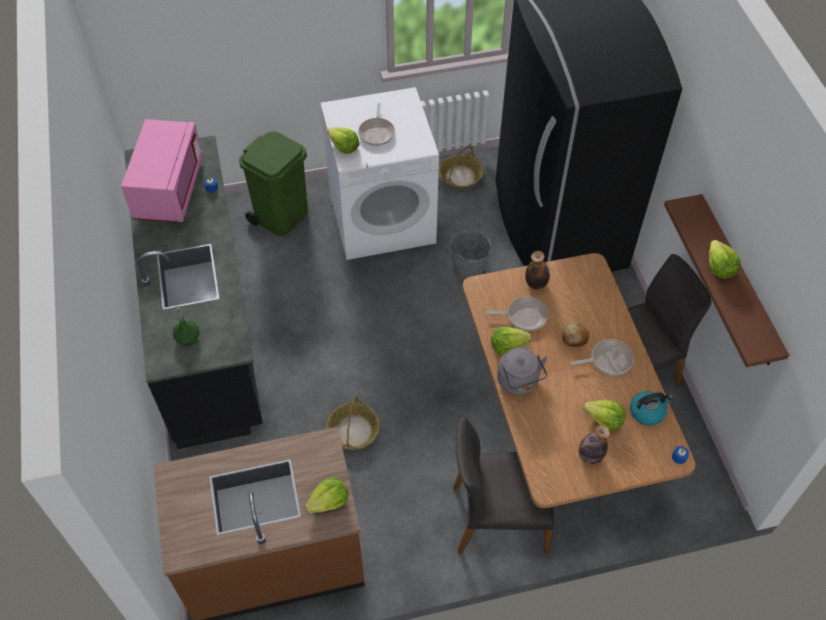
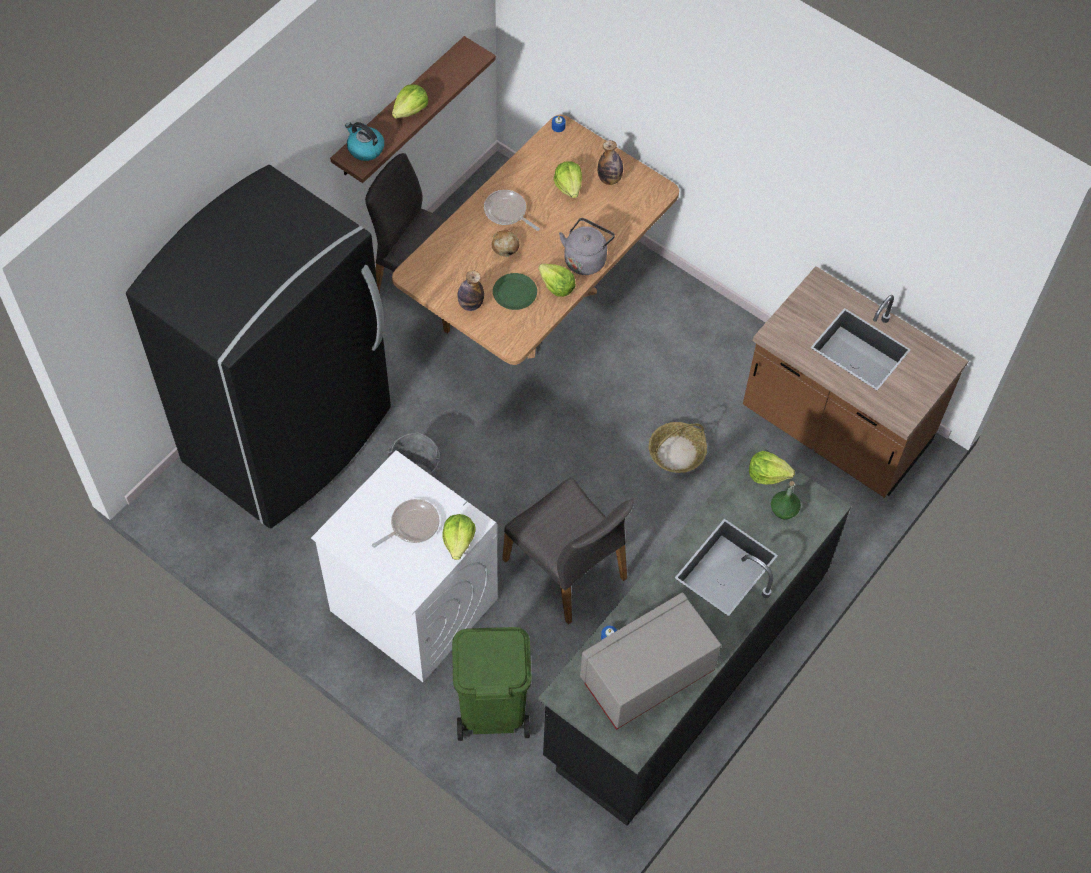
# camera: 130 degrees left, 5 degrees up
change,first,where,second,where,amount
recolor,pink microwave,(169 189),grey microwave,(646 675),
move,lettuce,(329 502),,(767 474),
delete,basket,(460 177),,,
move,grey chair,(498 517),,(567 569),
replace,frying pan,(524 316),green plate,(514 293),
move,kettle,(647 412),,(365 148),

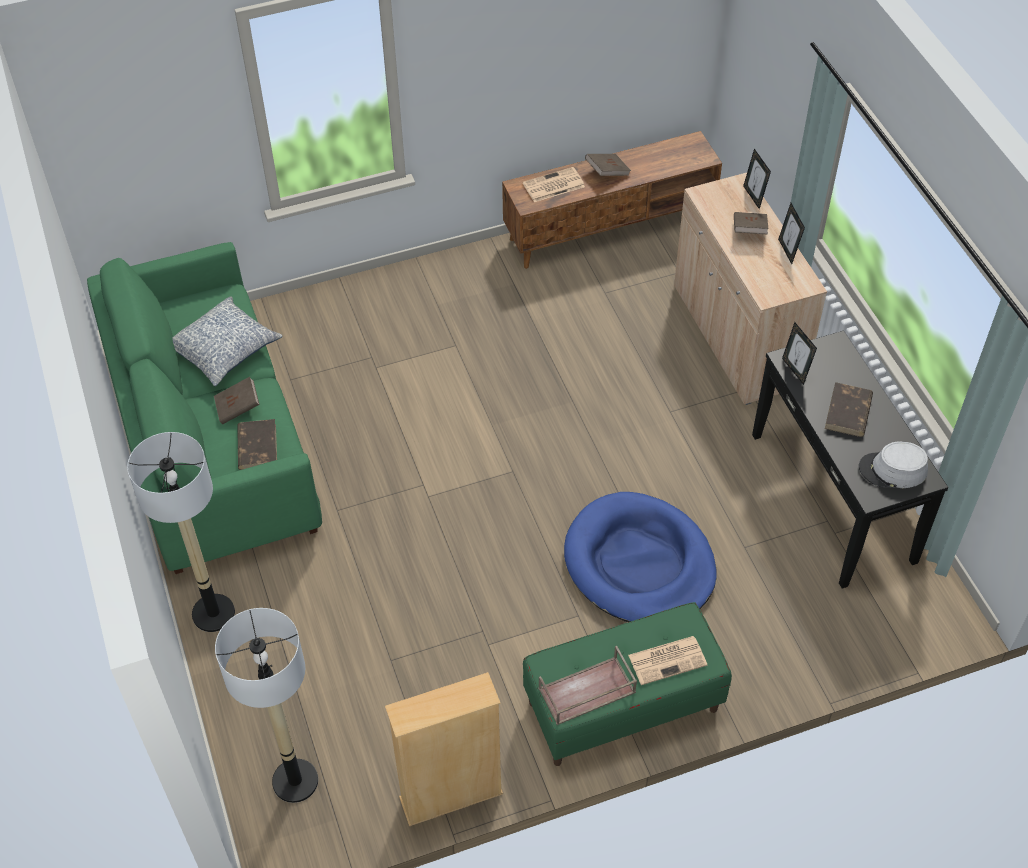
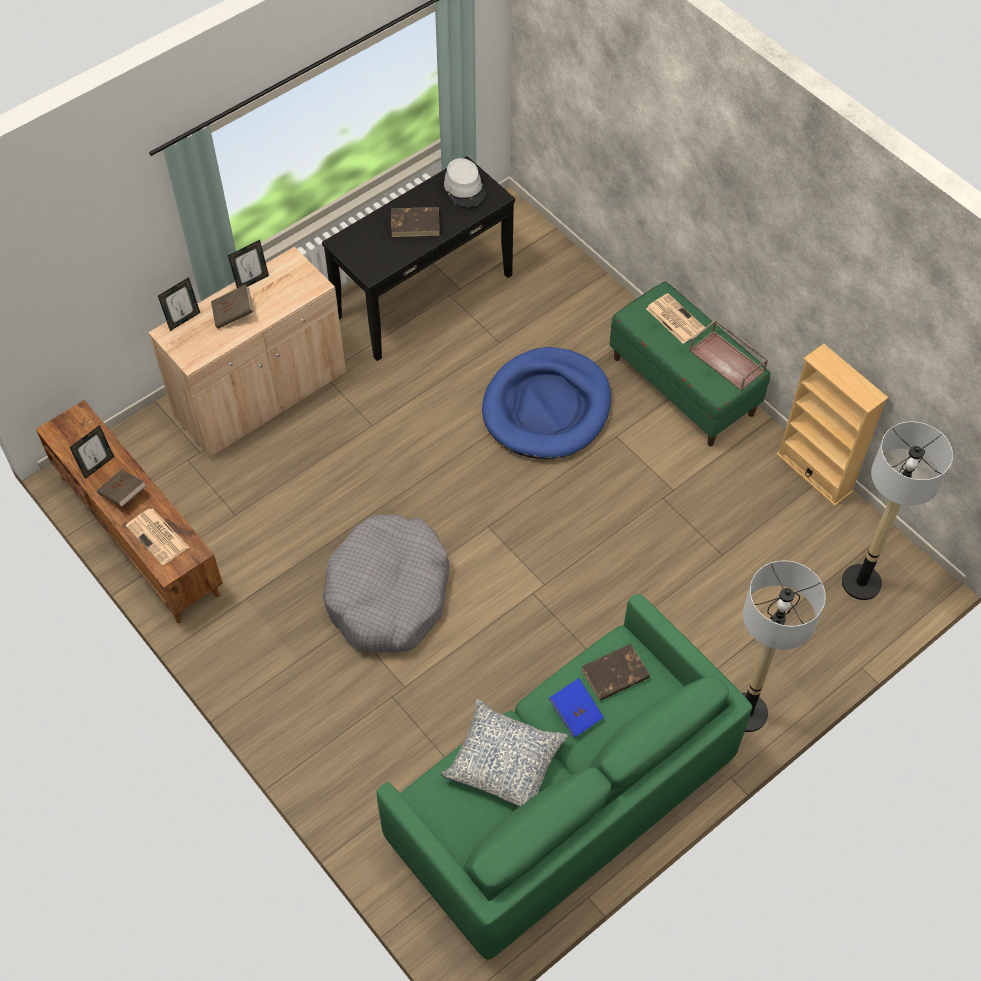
# camera: 110 degrees left, 5 degrees up
change,first,where,second,where,amount
recolor,brown book,(238 408),blue book,(576 713),
move,picture frame,(795 370),,(97 466),
insert,,,grey dog bed,(388 594),

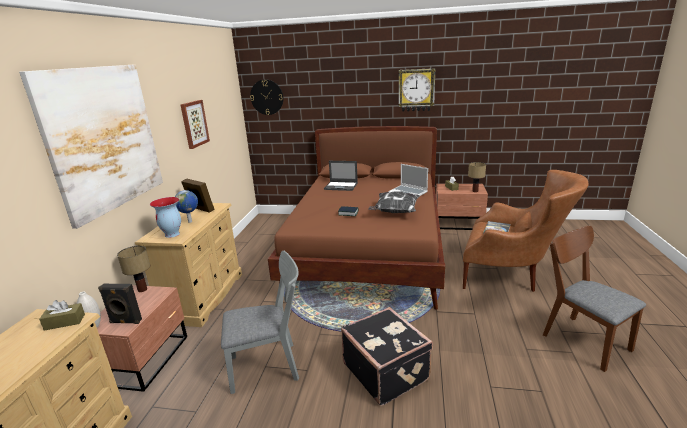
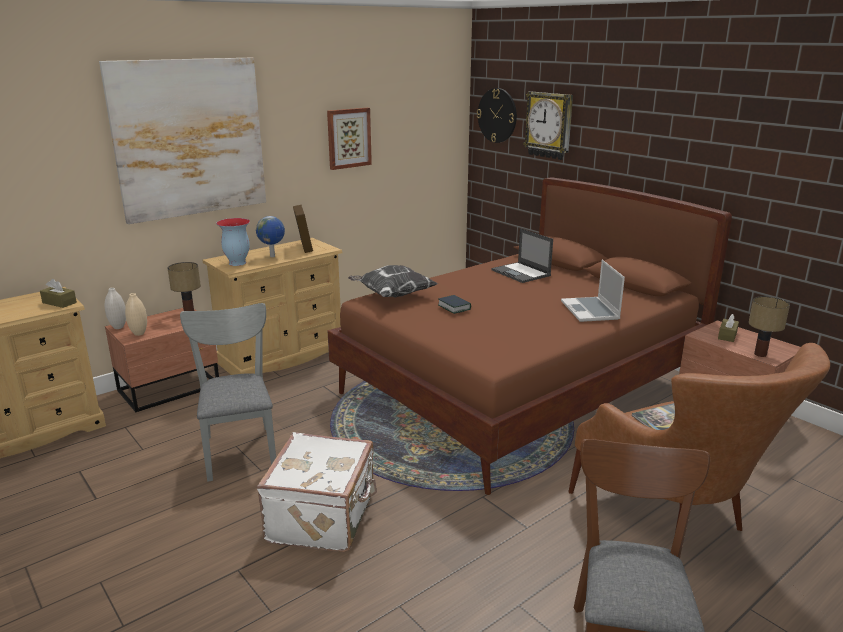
# camera: 40 degrees right, 0 degrees up
change,first,where,second,where,amount
replace,black speaker,(125 322),beige vase,(139 333),
rotate,grey chair,(270 366),,(239 448),135 degrees counterclockwise
recolor,black suitcase,(386 371),white suitcase,(324 517),
move,pillow,(395 212),,(392 295),
move,wall clock,(416 90),,(549 125),

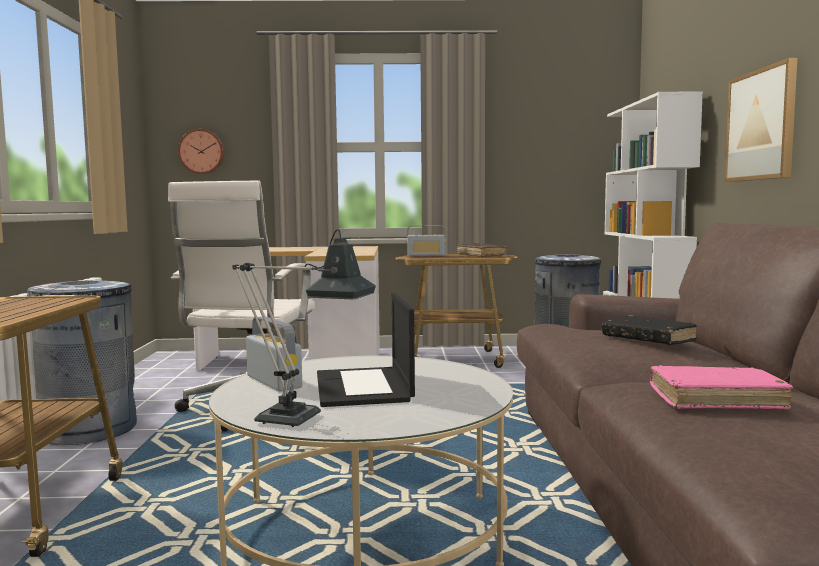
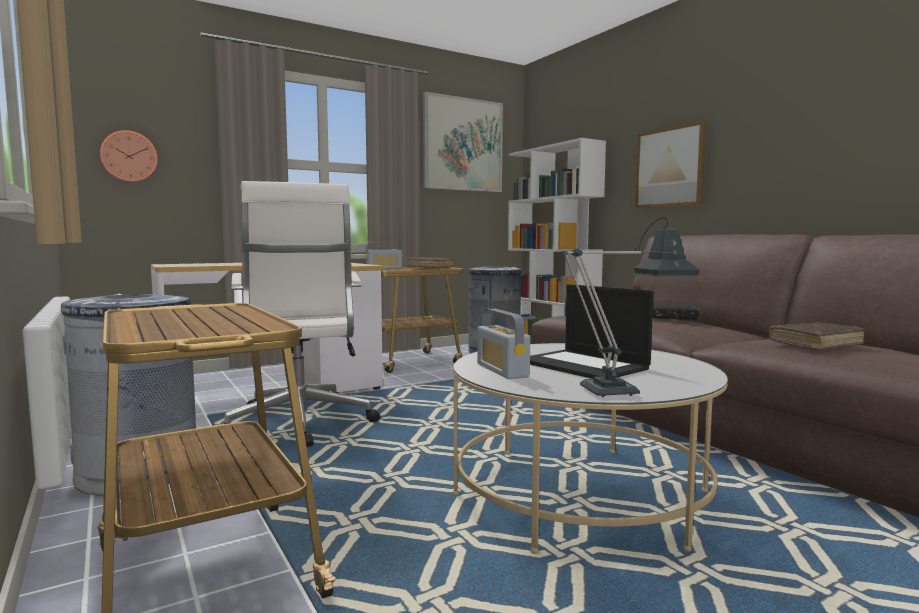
# camera: 30 degrees left, 0 degrees up
change,first,where,second,where,amount
rotate,radio,(273 382),,(502 370),135 degrees counterclockwise
recolor,pink book,(716 400),brown book,(815 344),
insert,,,picture,(463 144),

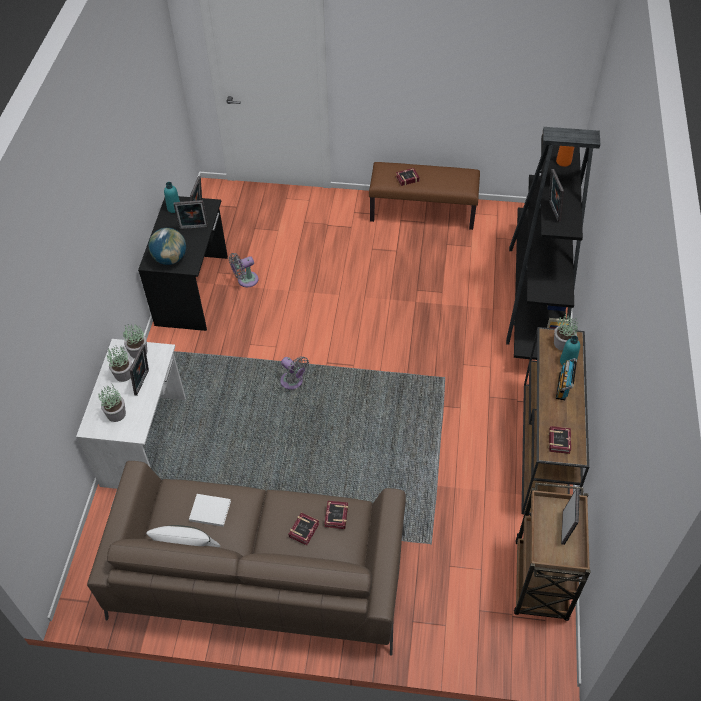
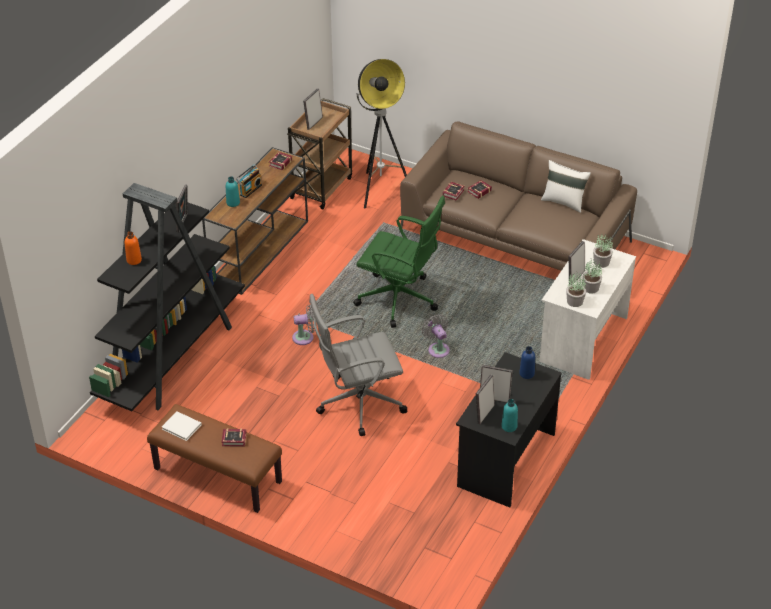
# camera: 160 degrees left, 10 degrees down
change,first,where,second,where,amount
replace,globe,(170 259),blue bottle,(527 374),
move,white book,(209 510),,(182 427),
move,grey fan,(245 280),,(305 337),
delete,potted plant,(562 343),,,
insert,,,grey office chair,(358 403),
insert,,,green office chair,(400 300),
insert,,,floor lamp,(380 190),

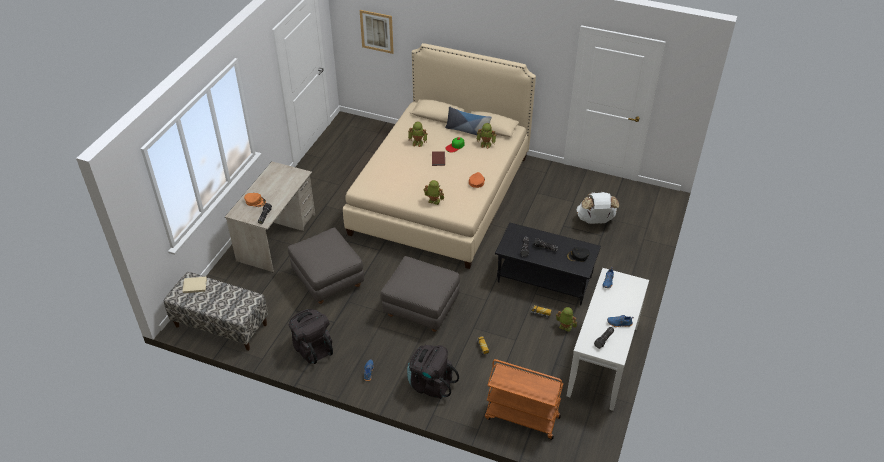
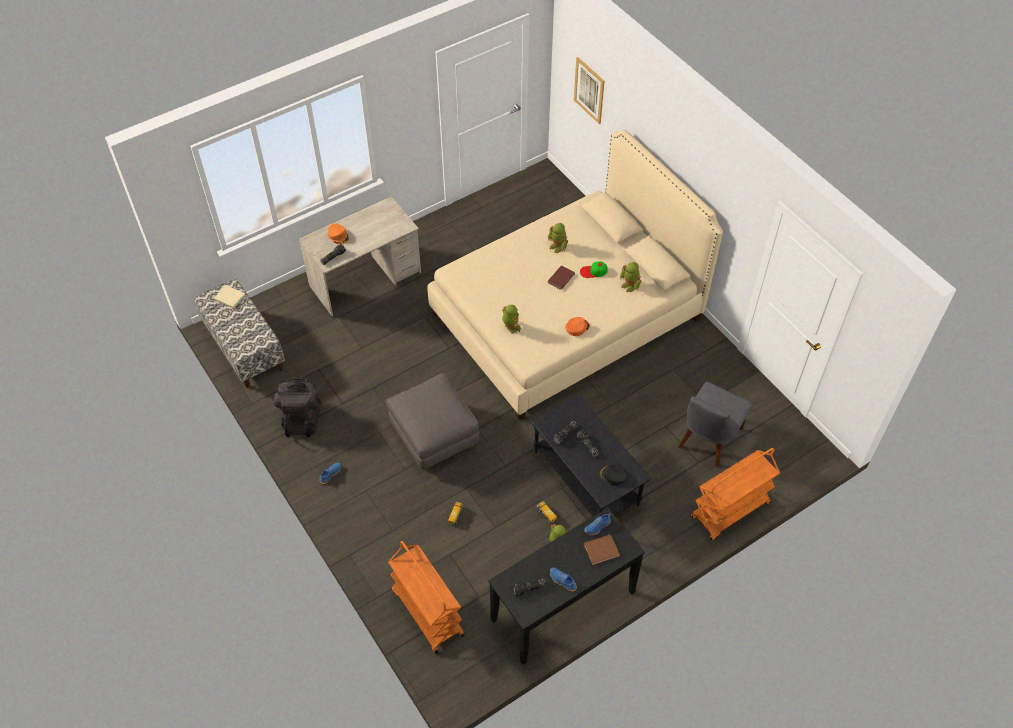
# camera: 35 degrees right, 10 degrees up
change,first,where,second,where,amount
delete,grey ottoman,(328 280),,,
delete,black backpack,(430 384),,,
delete,pillow,(468 131),,,
recolor,white console table,(603 360),black console table,(563 606),
replace,white backpack,(595 220),grey chair,(708 440),
insert,,,brown book,(602 550),
insert,,,orange cart,(730 511),

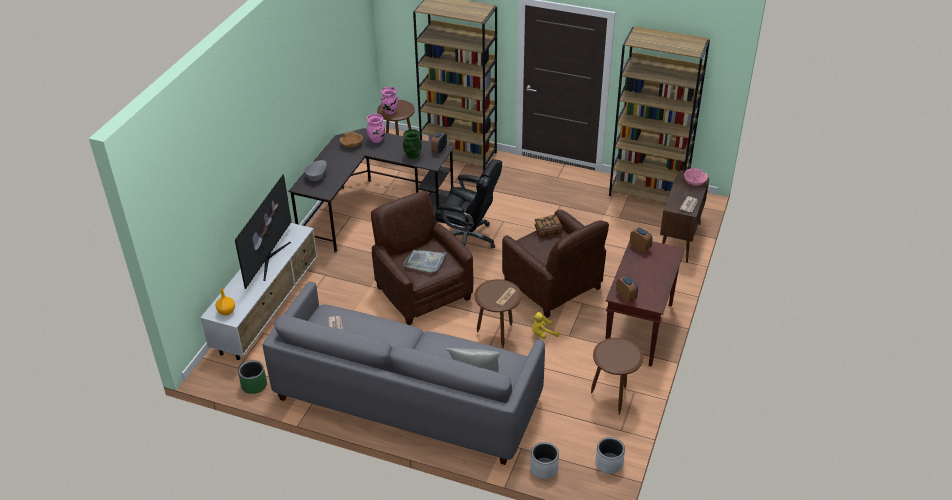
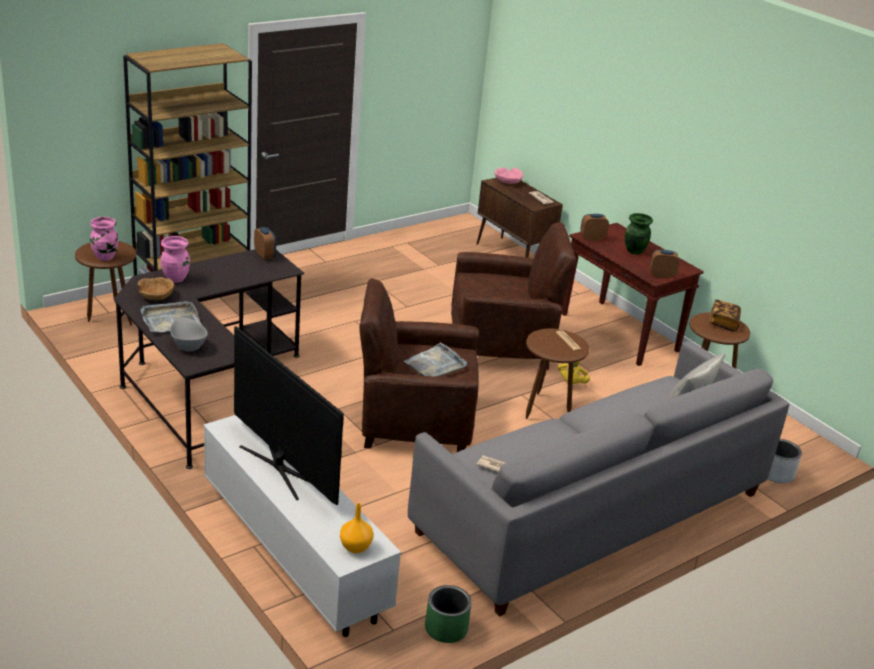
# camera: 60 degrees left, 10 degrees down
change,first,where,second,where,amount
move,green vase,(412 155),,(634 251),
delete,black office chair,(468 239),,,
move,book,(548 231),,(723 322),
delete,grey planter,(609 463),,,
delete,brown bookcase,(648 192),,,
insert,,,grey tray,(170 320),

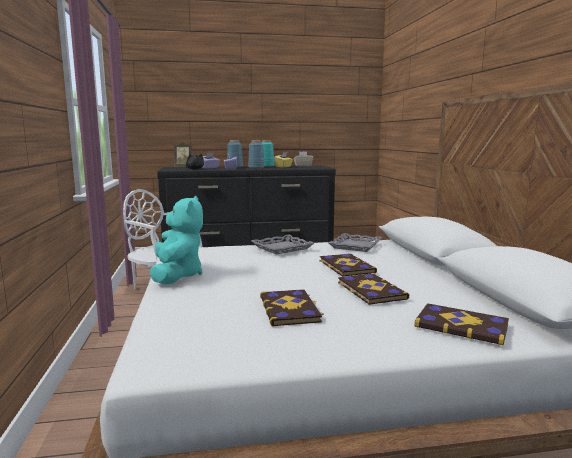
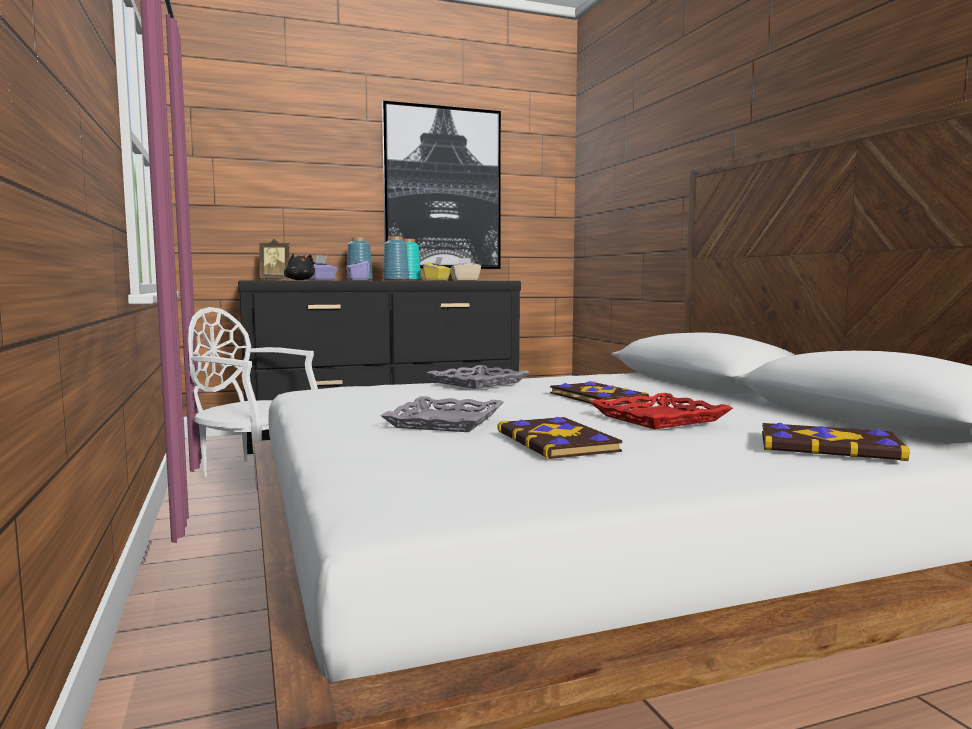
# camera: 10 degrees left, 5 degrees down
change,first,where,second,where,amount
delete,turquoise plush toy,(177 275),,,
move,grey tray,(355 246),,(444 421),
replace,book,(370 291),red tray,(659 418),
insert,,,picture,(442 189),

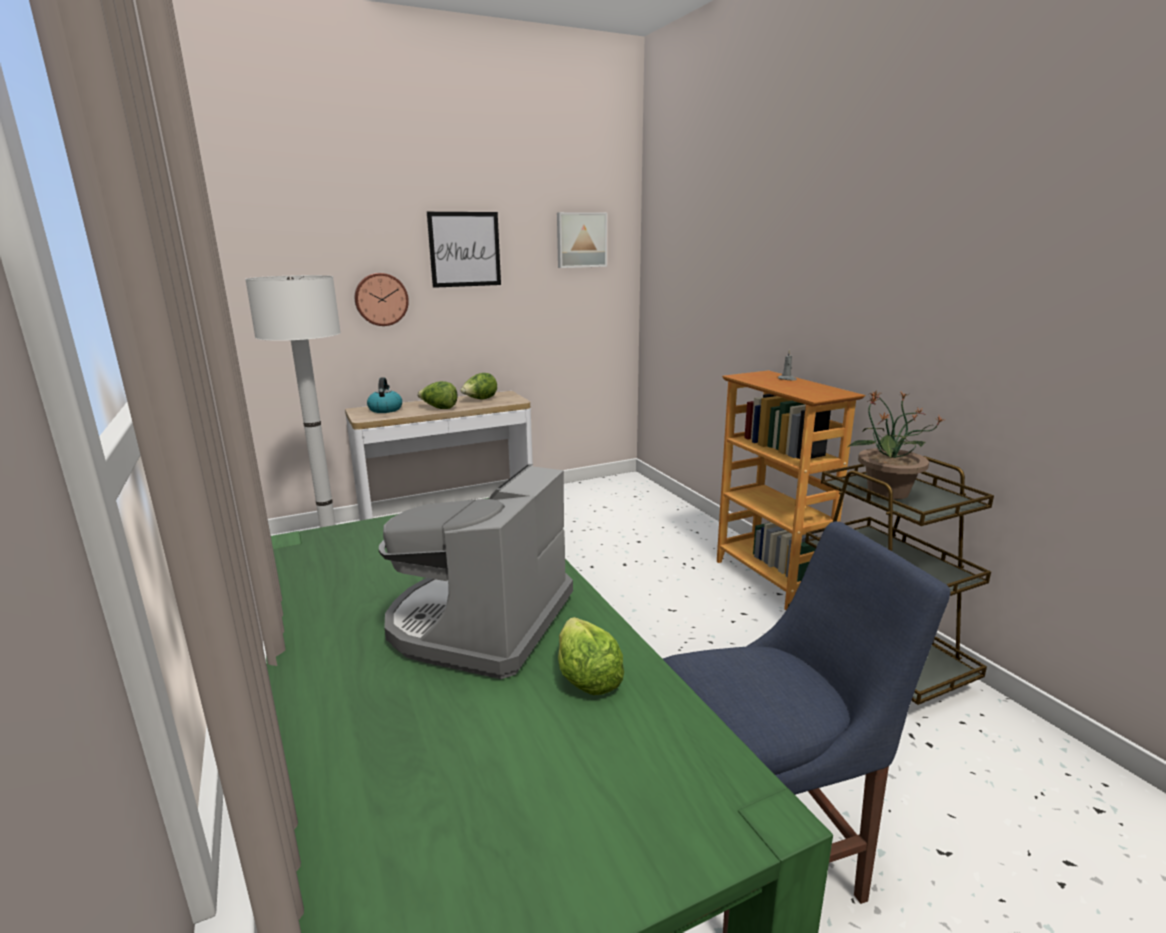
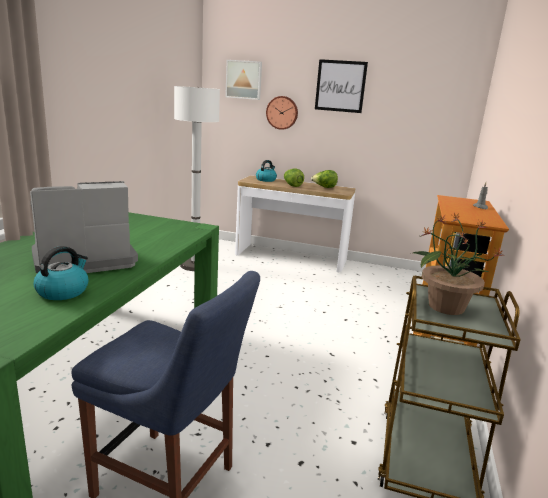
# camera: 40 degrees right, 0 degrees up
change,first,where,second,where,amount
move,picture,(581 240),,(244 79),
replace,lettuce,(586 676),kettle,(63 291),

